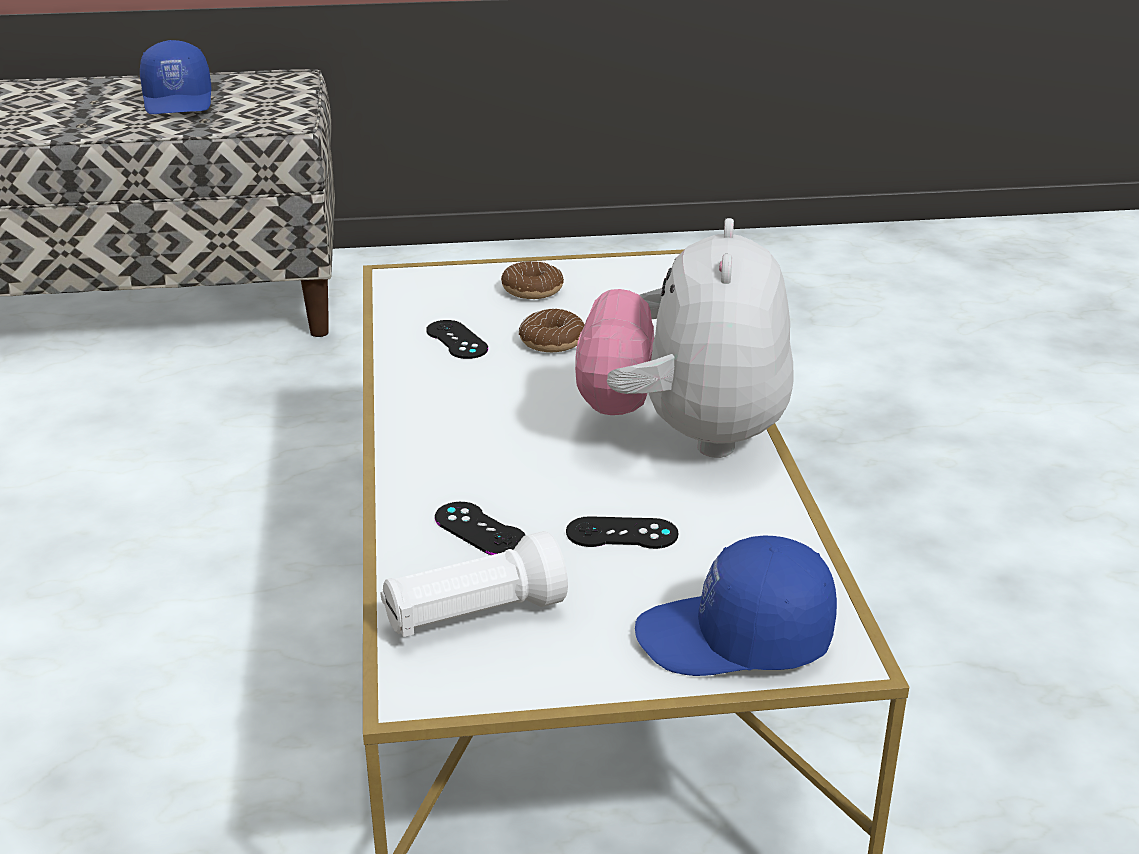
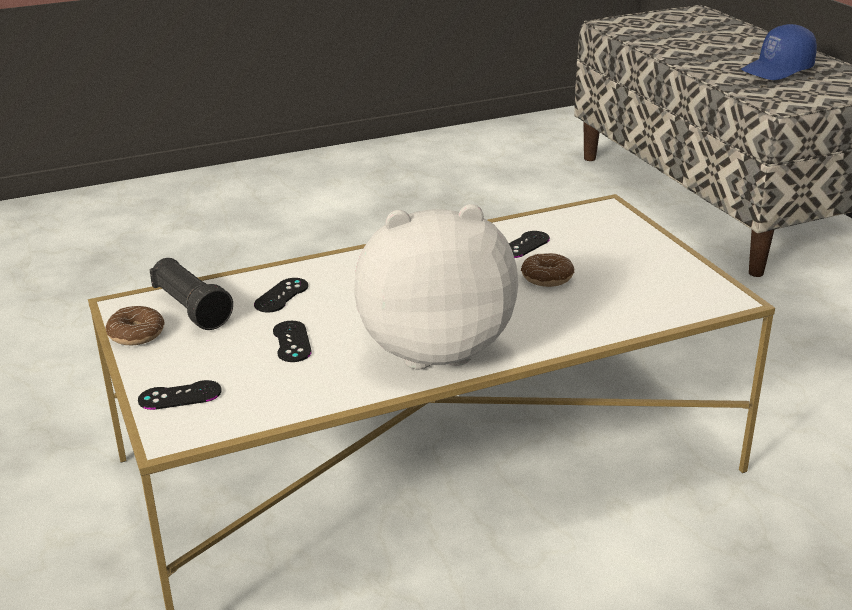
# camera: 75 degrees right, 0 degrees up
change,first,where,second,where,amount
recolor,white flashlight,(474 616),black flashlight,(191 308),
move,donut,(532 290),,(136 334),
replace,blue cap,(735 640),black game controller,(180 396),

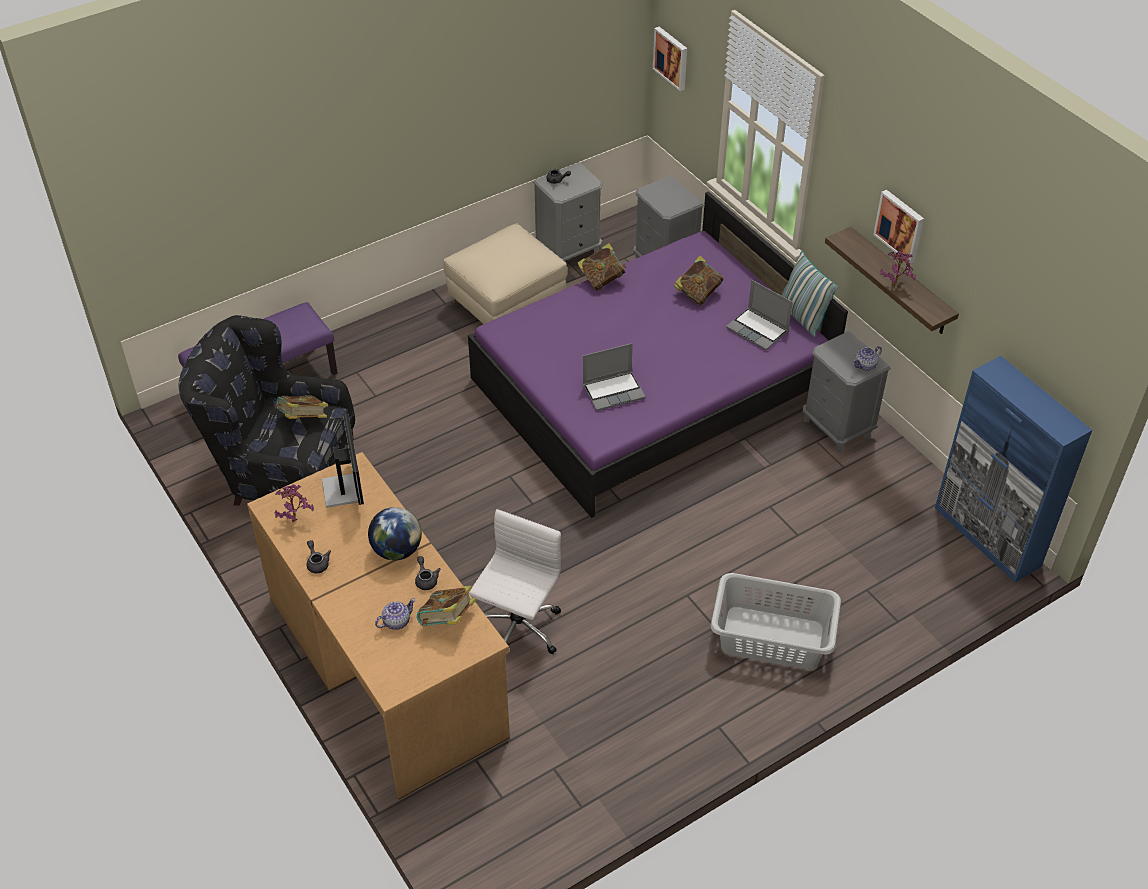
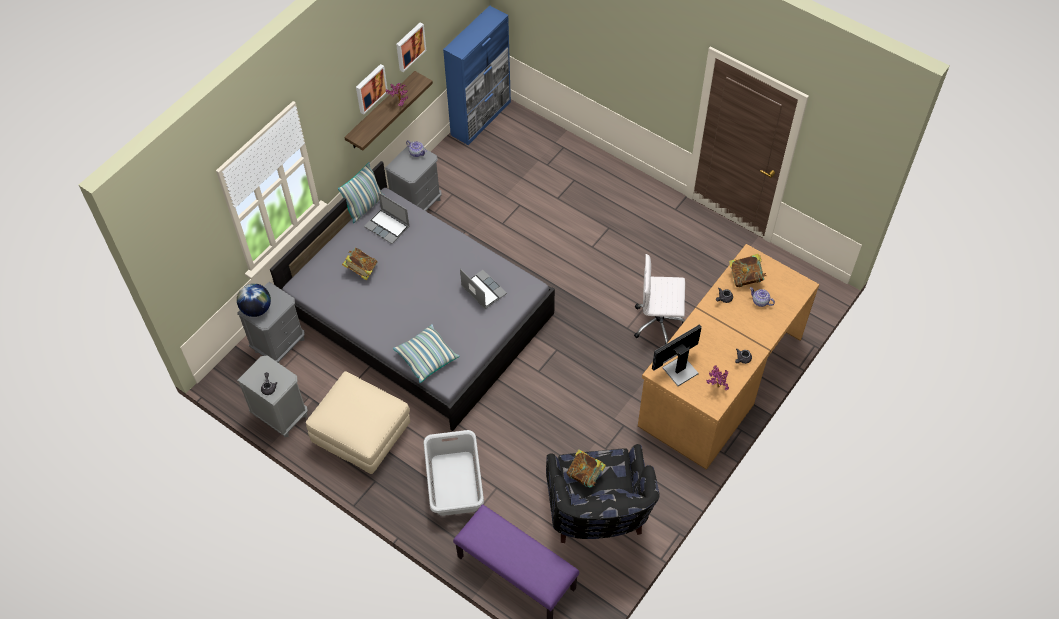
# camera: 110 degrees left, 10 degrees up
change,first,where,second,where,amount
move,globe,(397 550),,(256 309),
recolor,purple bed,(650 387),grey bed,(418 315),
delete,book,(602 280),,,
move,picture,(672 58),,(409 46),
move,grey laundry basket,(771 637),,(454 484),
rotate,laptop,(758 330),,(388 227),105 degrees clockwise
insert,,,pillow,(426 357),

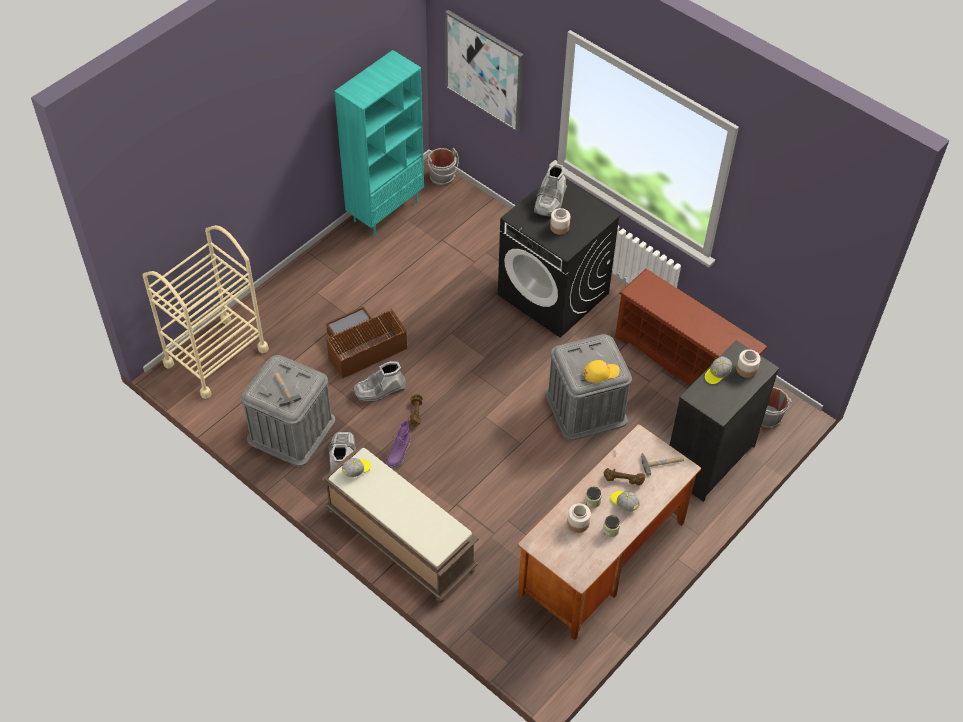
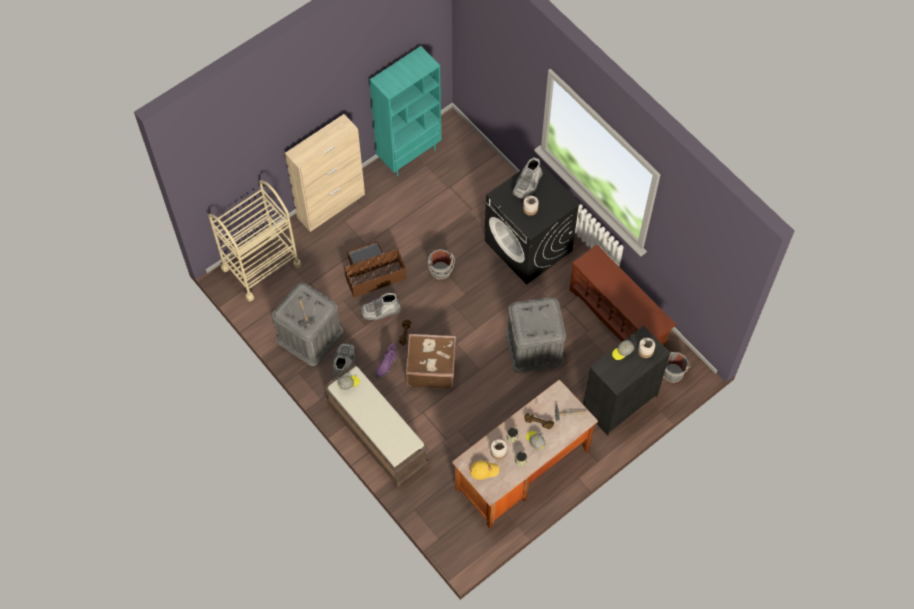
# camera: 10 degrees right, 10 degrees up
change,first,where,second,where,amount
move,grey bucket,(442 178),,(441 271),
delete,picture,(484 70),,,
move,yellow cap,(600 372),,(484 470),
insert,,,beige cabinet,(331 205),
insert,,,brown suitcase,(431 367),

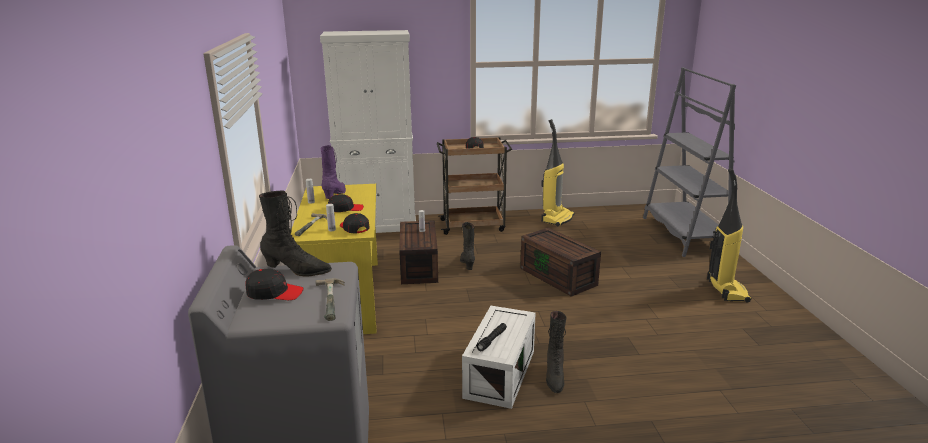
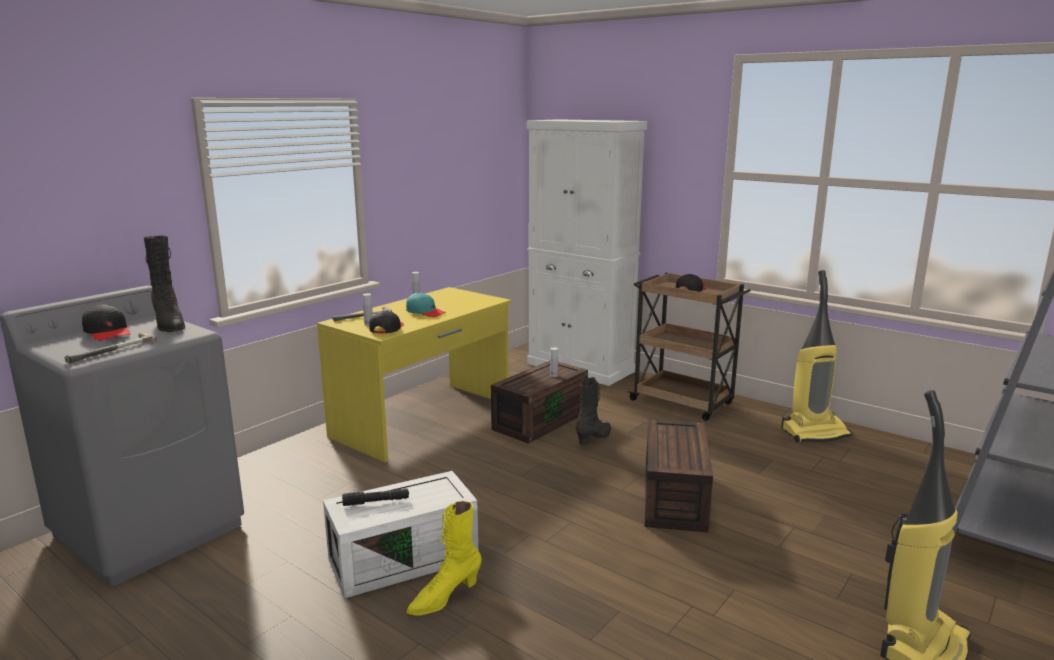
# camera: 45 degrees right, 5 degrees down
change,first,where,second,where,amount
delete,purple boot,(335 194),,,
recolor,black cap,(345 209),turquoise cap,(425 312),
recolor,black boot,(554 377),yellow boot,(444 597),

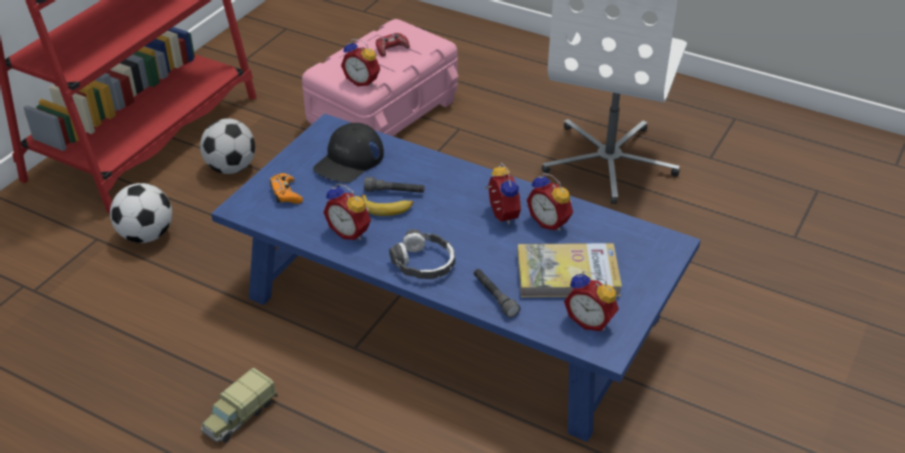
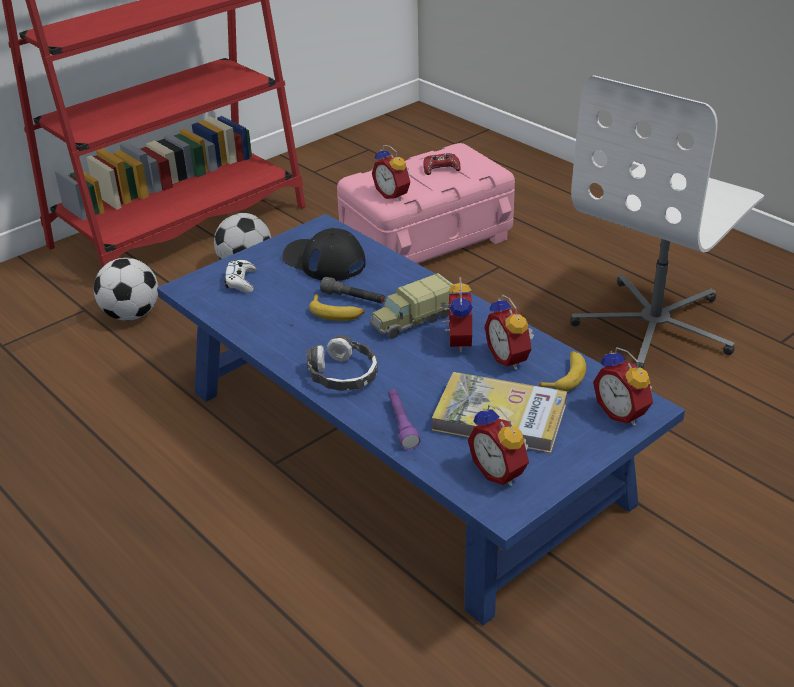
# camera: 20 degrees right, 5 degrees down
change,first,where,second,where,amount
move,toy truck,(239 416),,(412 320),
recolor,orange game controller,(286 193),white game controller,(241 282),
rotate,black cap,(349 160),,(324 261),75 degrees clockwise
move,alarm clock,(350 232),,(623 413),
recolor,grey flashlight,(494 297),purple flashlight,(401 424),
insert,,,banana,(565 376),

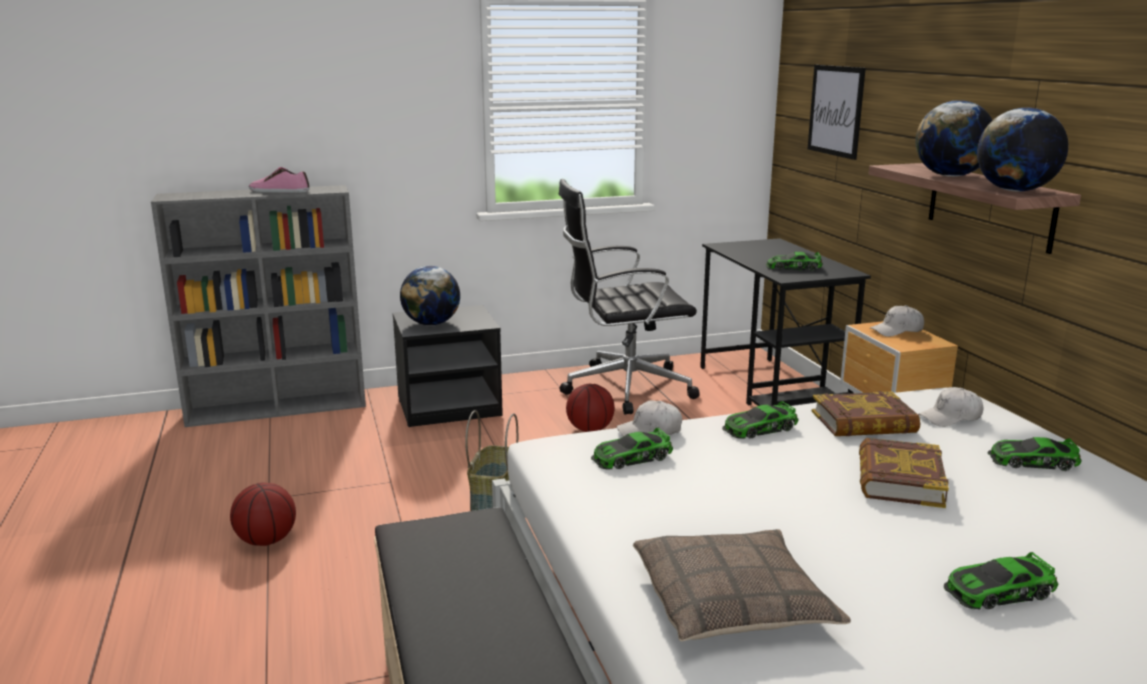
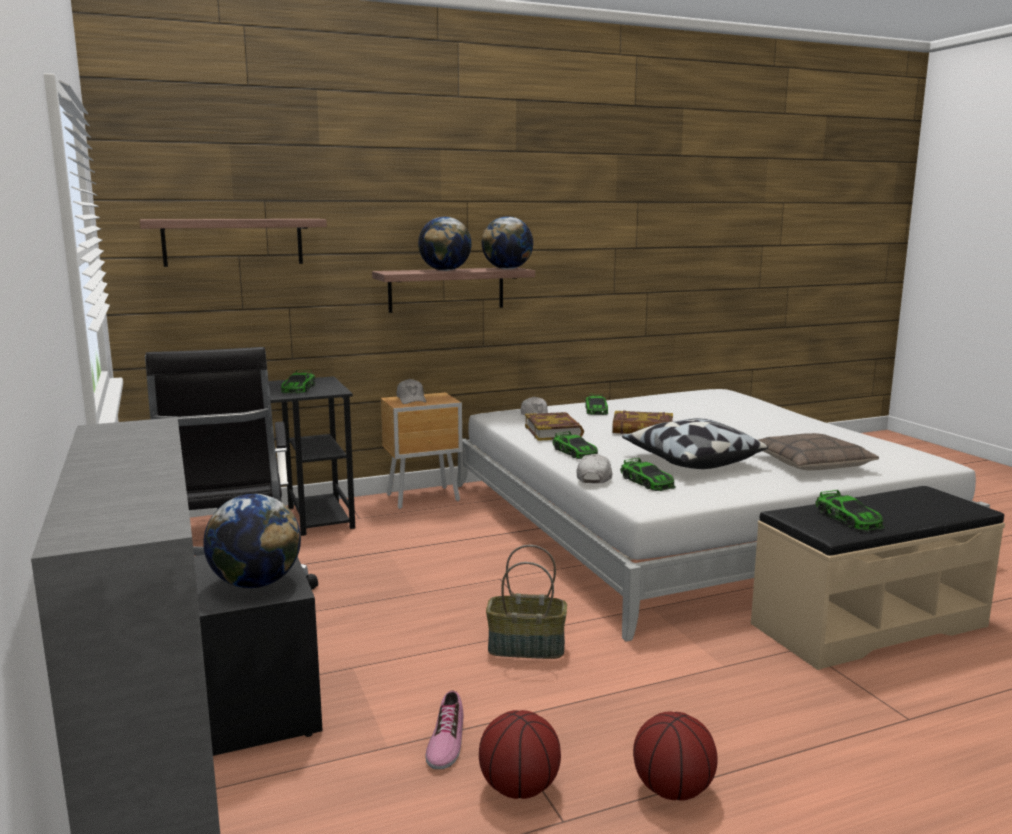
# camera: 95 degrees left, 5 degrees down
change,first,where,second,where,amount
move,shoe,(279 191),,(445 741),
move,basketball,(590 429),,(519 788),
rotate,white cap,(650 431),,(594 478),150 degrees counterclockwise
replace,picture,(836 110),shelf,(233 242),
move,toy car,(998 591),,(848 519),
insert,,,pillow,(691 461),

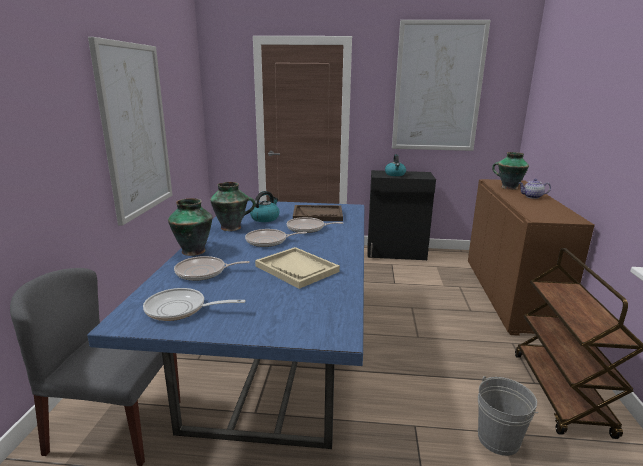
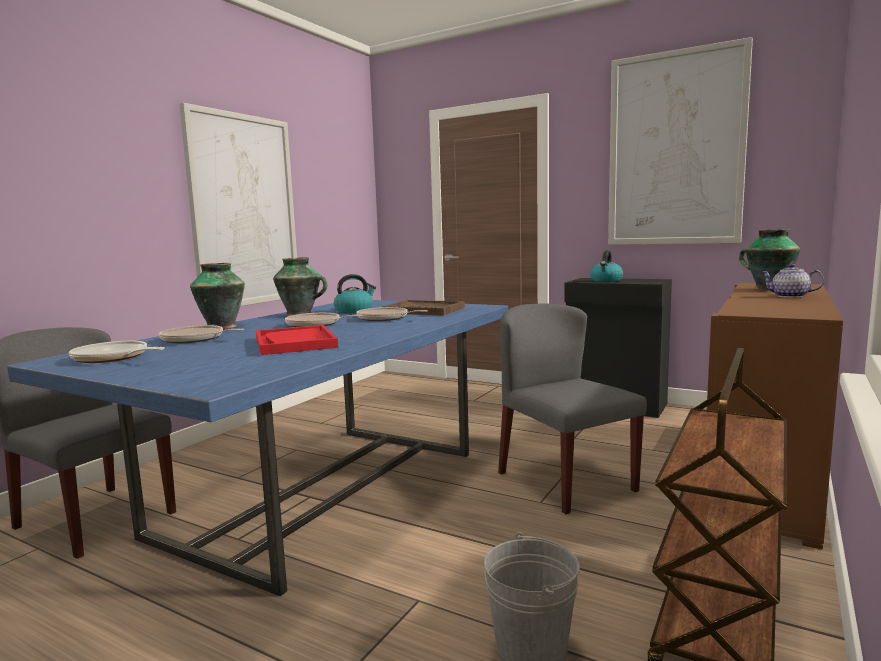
# camera: 25 degrees right, 10 degrees down
change,first,where,second,where,amount
recolor,beige tray,(297 269),red tray,(295 343),
insert,,,grey chair,(565 481),

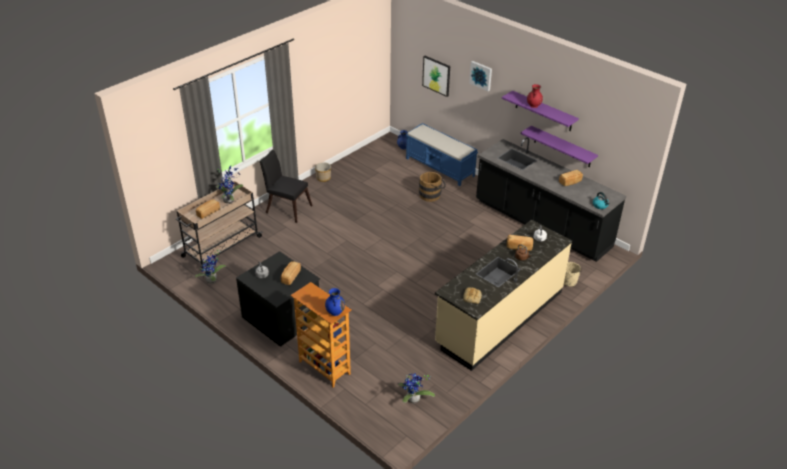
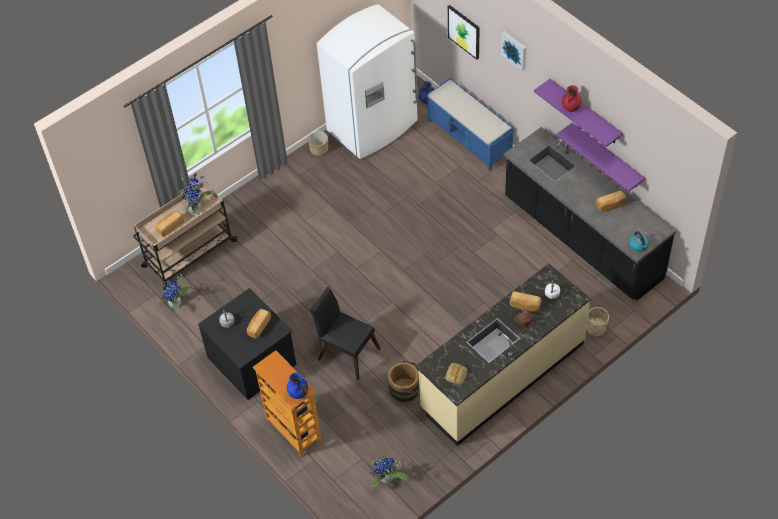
# camera: 10 degrees right, 15 degrees up
change,first,where,second,where,amount
move,black chair,(286 208),,(346 352),
move,brown bucket,(432 195),,(407 390),
insert,,,white fridge,(373 127),

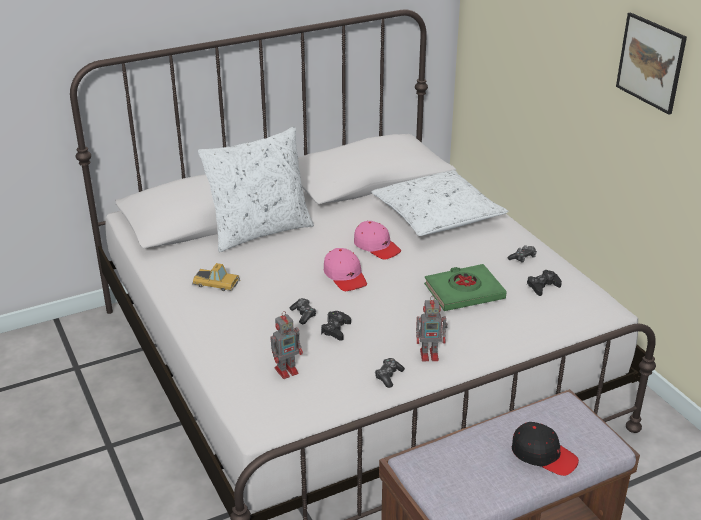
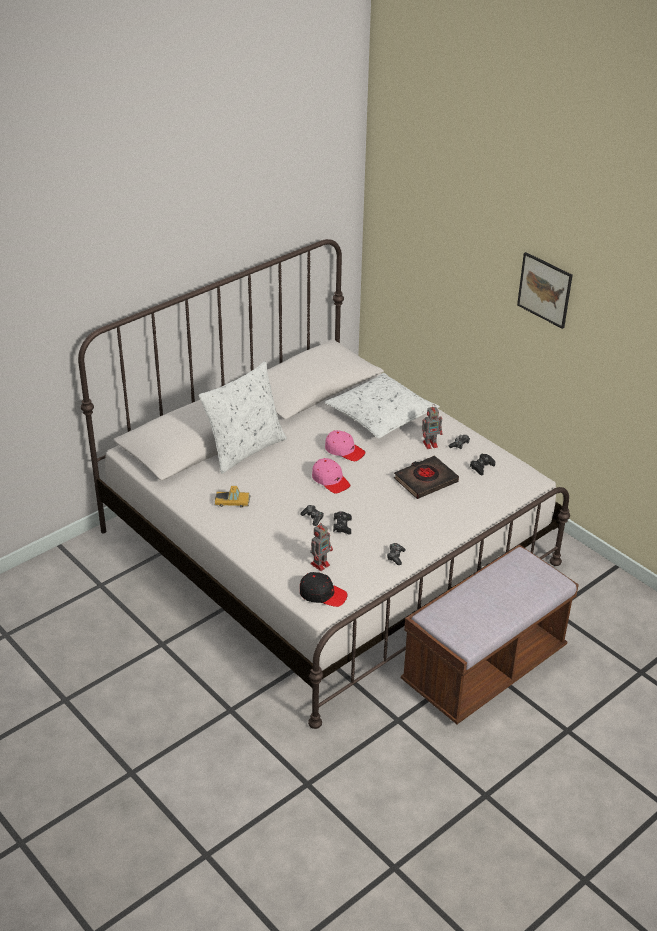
# camera: 15 degrees left, 5 degrees up
change,first,where,second,where,amount
move,toy robot,(430 354),,(431 444),
recolor,green book,(464 292),black book,(425 480),
move,black cap,(543 455),,(322 594),

